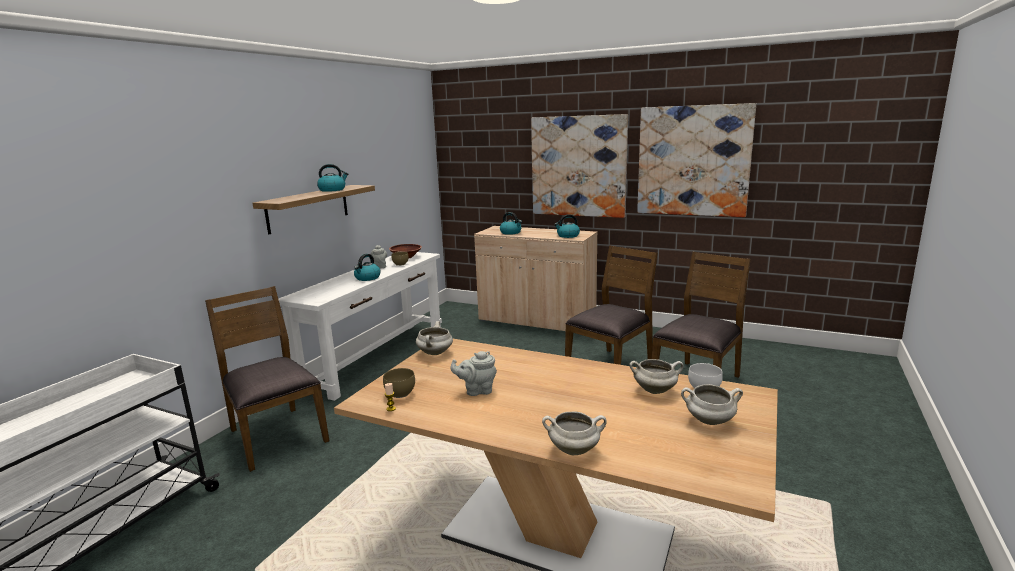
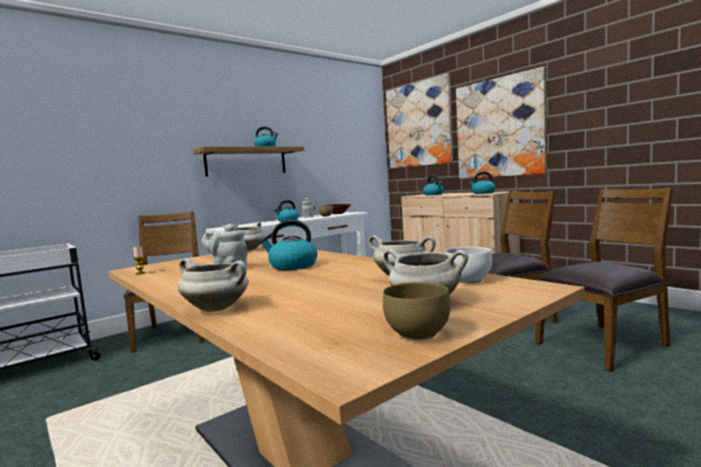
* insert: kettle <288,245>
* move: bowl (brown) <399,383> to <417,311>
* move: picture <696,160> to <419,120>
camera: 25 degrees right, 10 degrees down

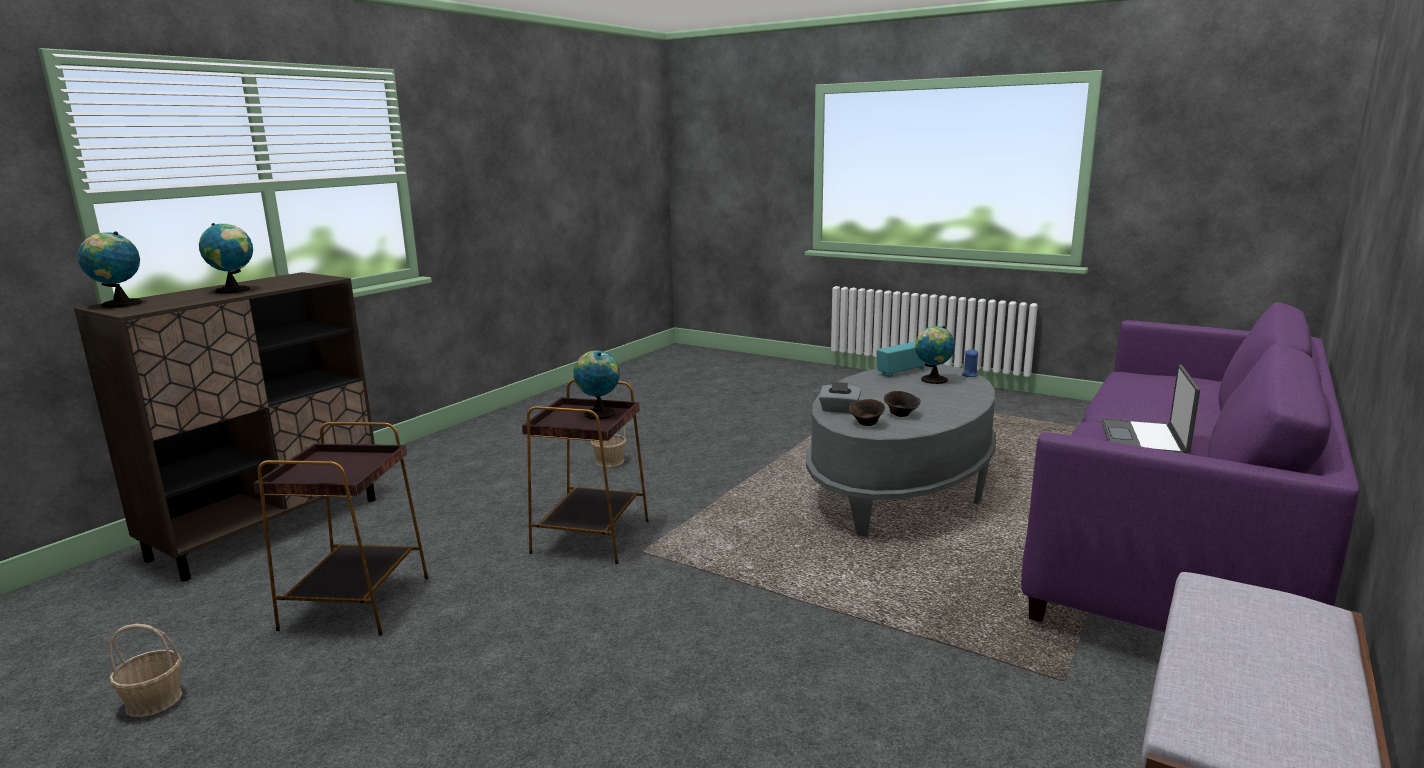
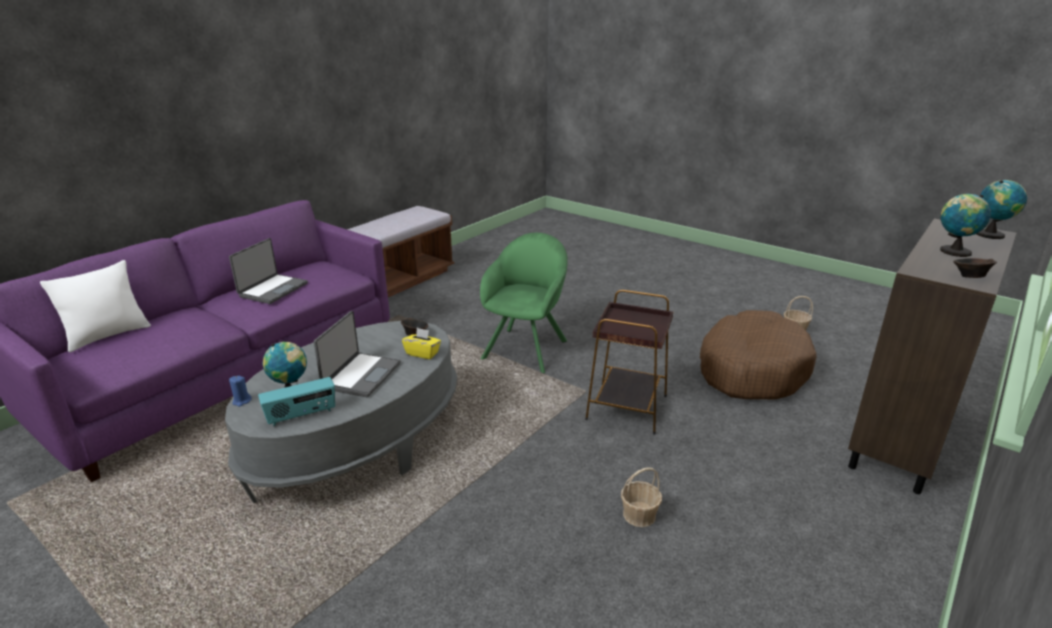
* insert: pillow (white) <95,306>
* insert: laptop <357,354>
* recolor: tissue box (grey) <840,397> to tissue box (yellow) <421,343>
* insert: armchair (green) <524,303>
* replace: side table (brown) <340,528> to dog bed (brown) <758,354>
* move: bowl (brown) <902,404> to <975,268>
* delete: globe <597,385>
camera: 175 degrees left, 10 degrees up

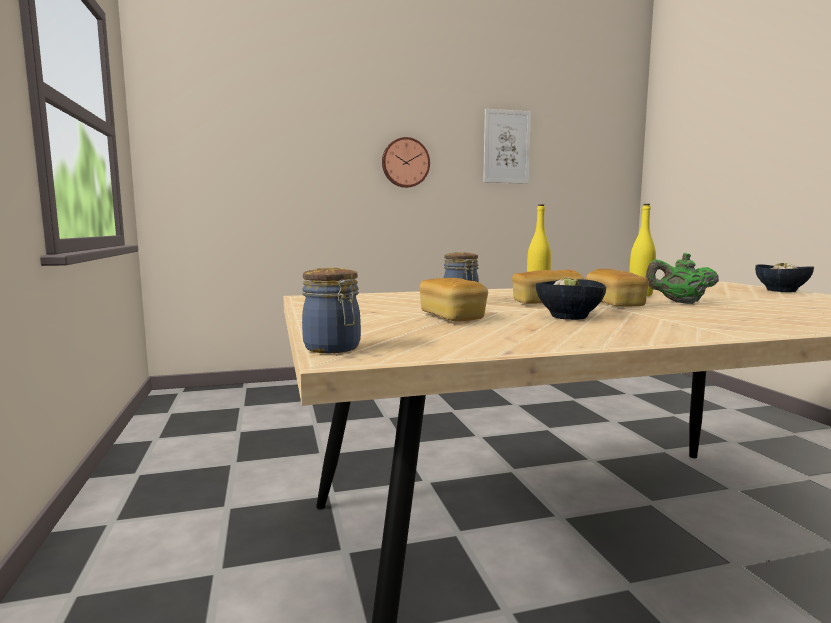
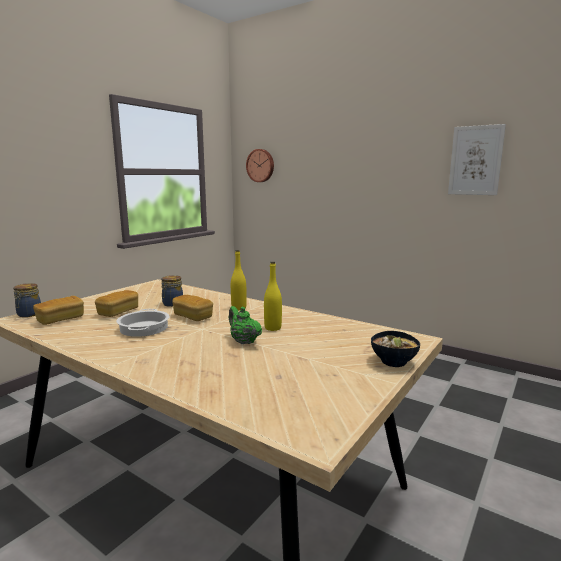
* move: bread <617,288> to <58,310>
* replace: bowl <571,299> to cooking pot <142,323>
* move: wall clock <406,162> to <260,165>
camera: 50 degrees right, 5 degrees up

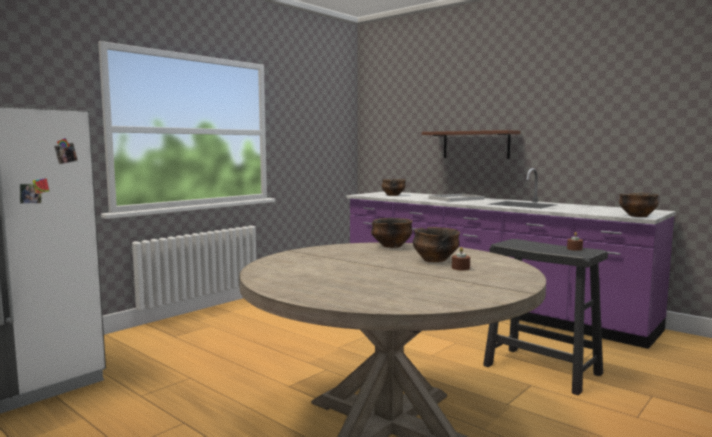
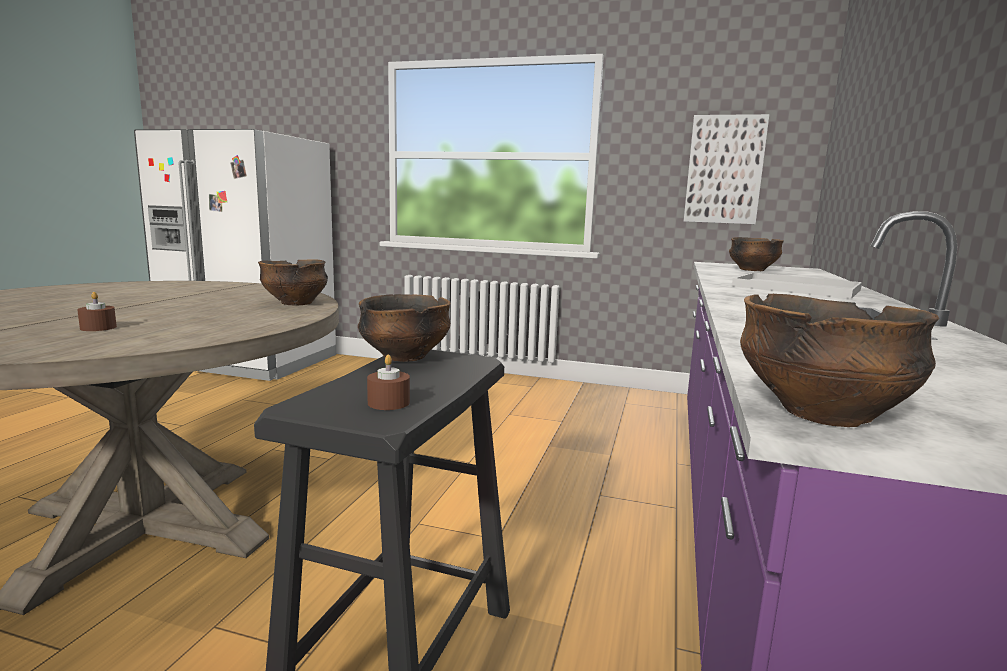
* move: bowl <436,244> to <404,328>
* insert: picture <726,169>
* delete: shelf (brown) <471,144>
camera: 65 degrees right, 5 degrees up

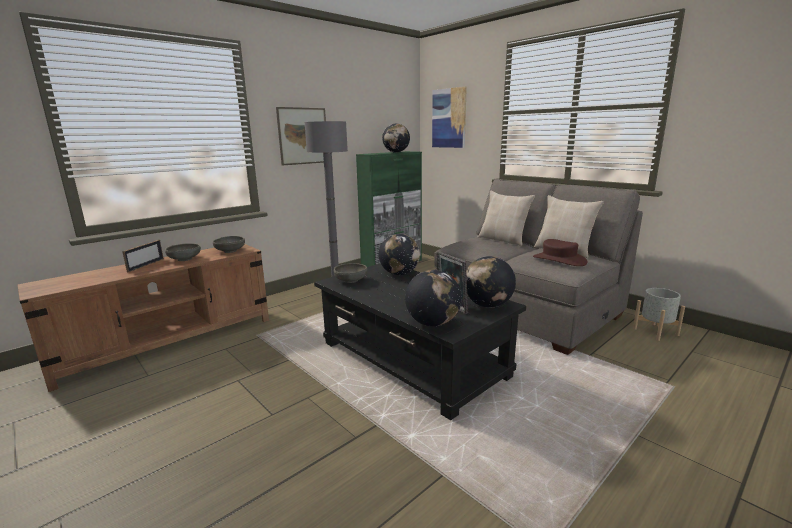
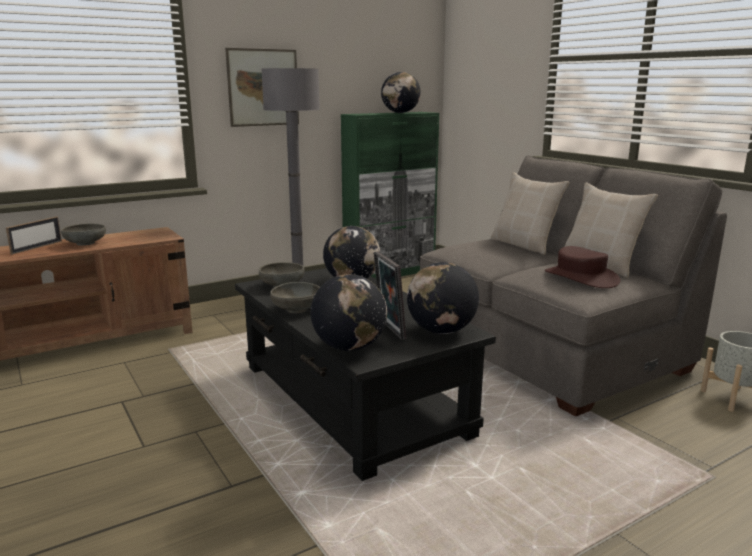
* move: bowl (grey) <229,244> to <295,297>
* delete: picture <449,117>
camera: 10 degrees right, 0 degrees up

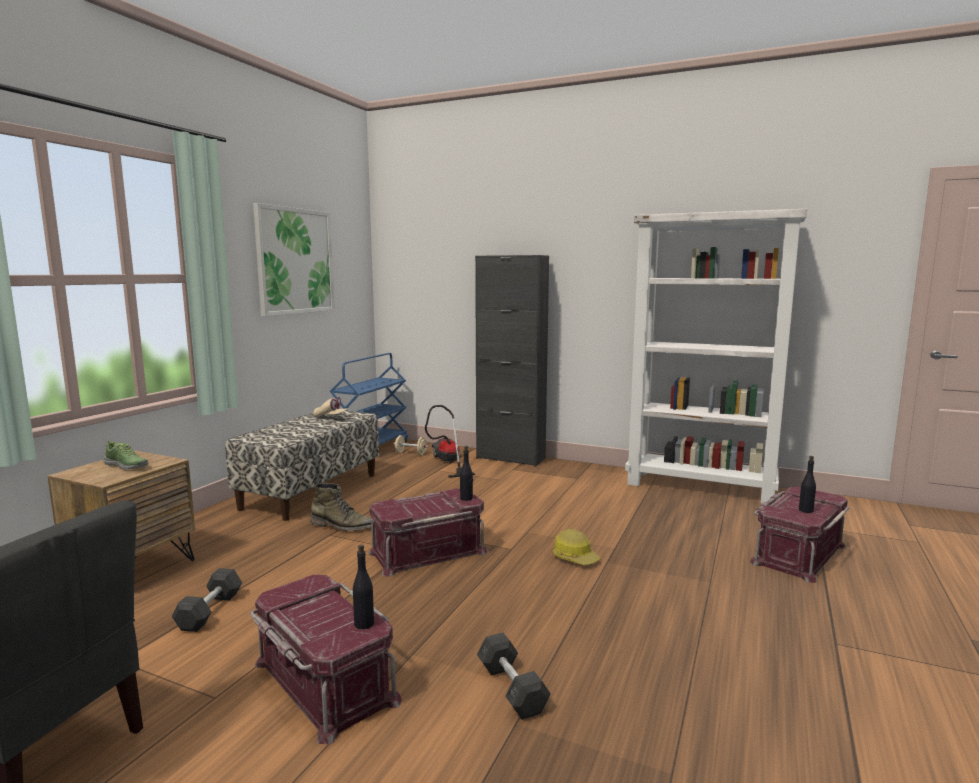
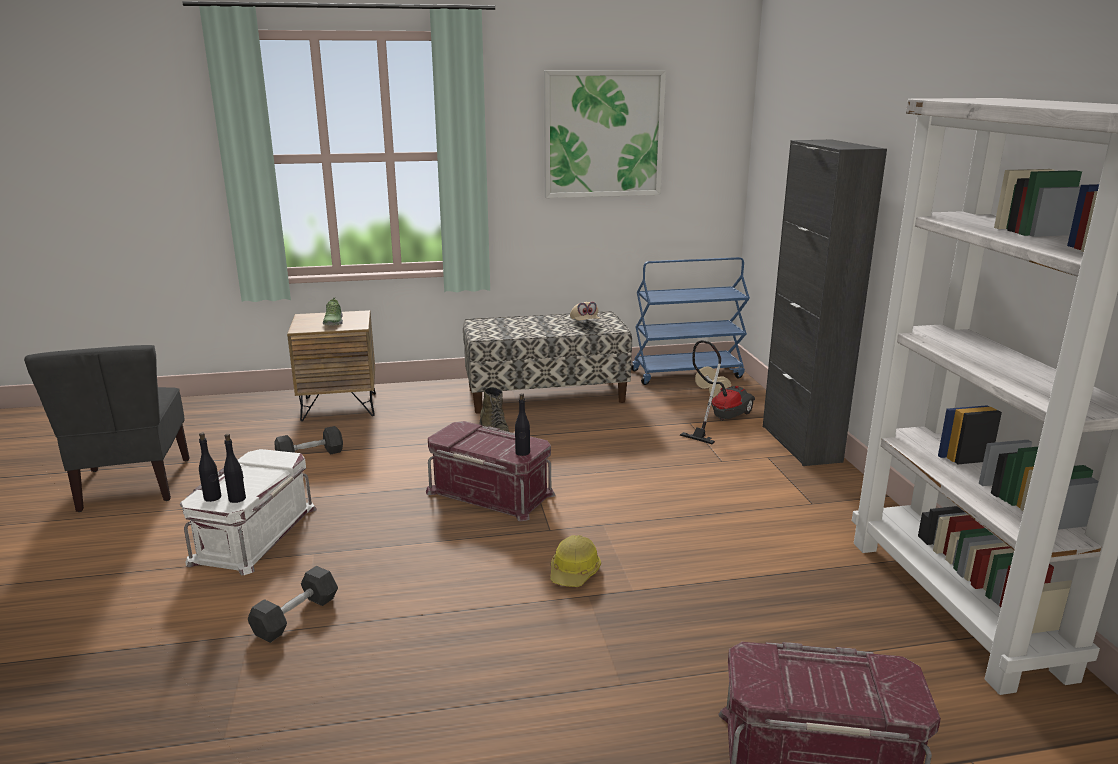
* recolor: storage box (red) <326,659> to storage box (white) <248,512>
* move: bottle (black) <807,484> to <210,467>
camera: 55 degrees right, 10 degrees up

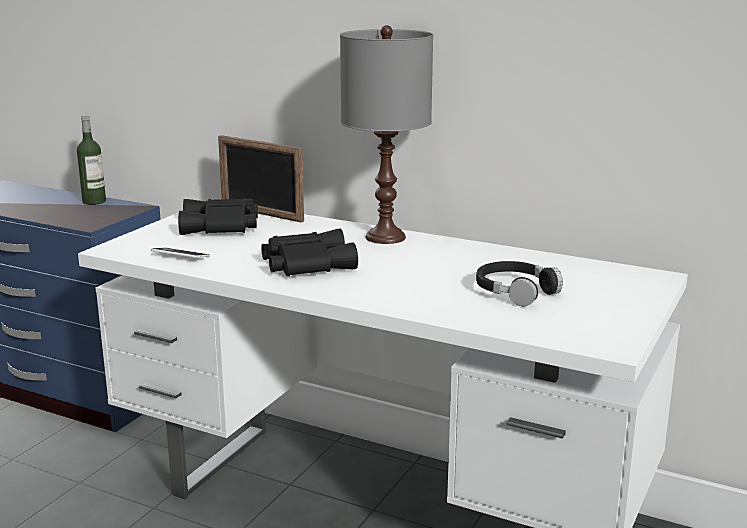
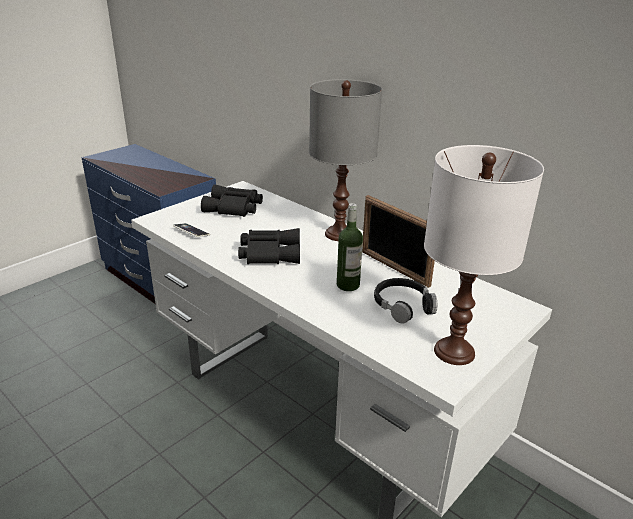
* move: bottle <91,160> to <350,247>
* move: picture frame <261,179> to <398,241>
* insert: table lamp (white) <484,255>
camera: 15 degrees right, 10 degrees up

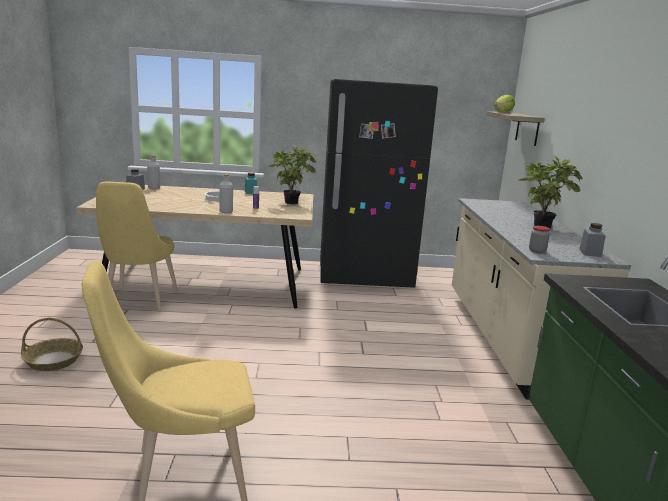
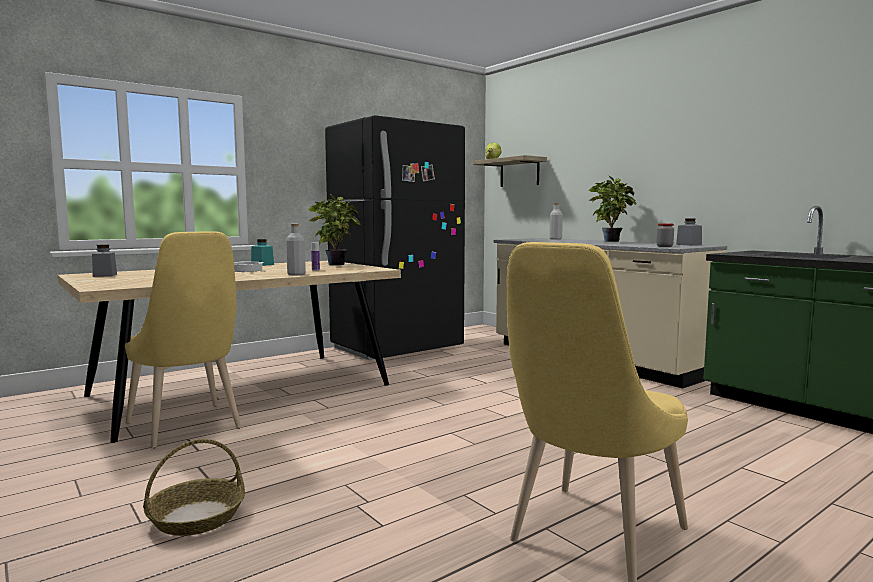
* move: bottle (grey) <153,172> to <556,221>
camera: 35 degrees left, 10 degrees down

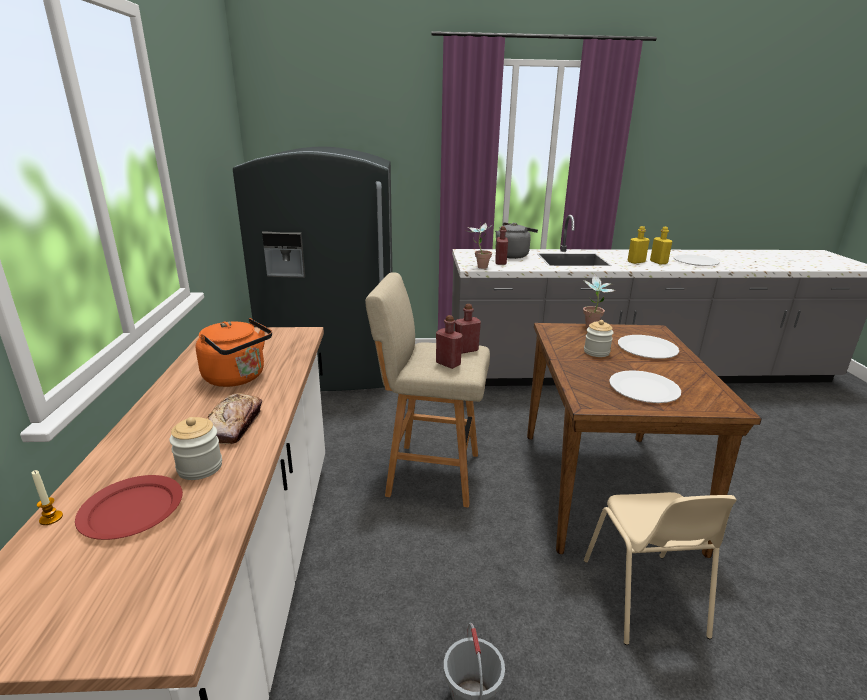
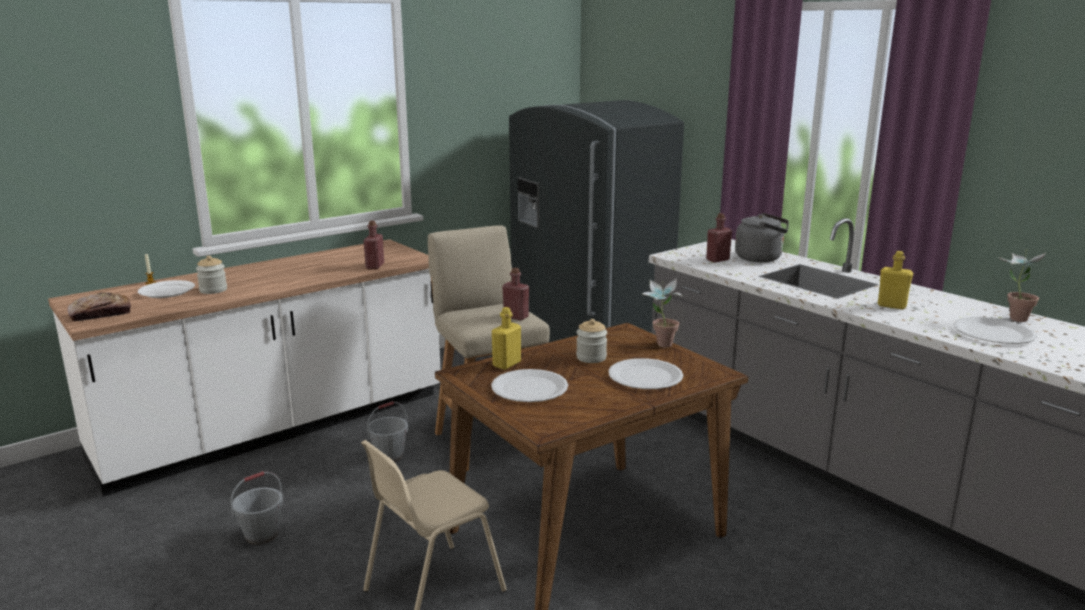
* move: bread <234,418> to <99,307>
* recolor: plate (red) <129,507> to plate (white) <166,289>
* move: bottle (red) <449,342> to <373,245>
* insert: bucket (grey) <387,431>
* move: bottle (yellow) <661,246> to <506,338>
* move: potted plant <480,245> to <1021,285>
* delete: kettle (orange) <234,352>
camera: 55 degrees right, 5 degrees down

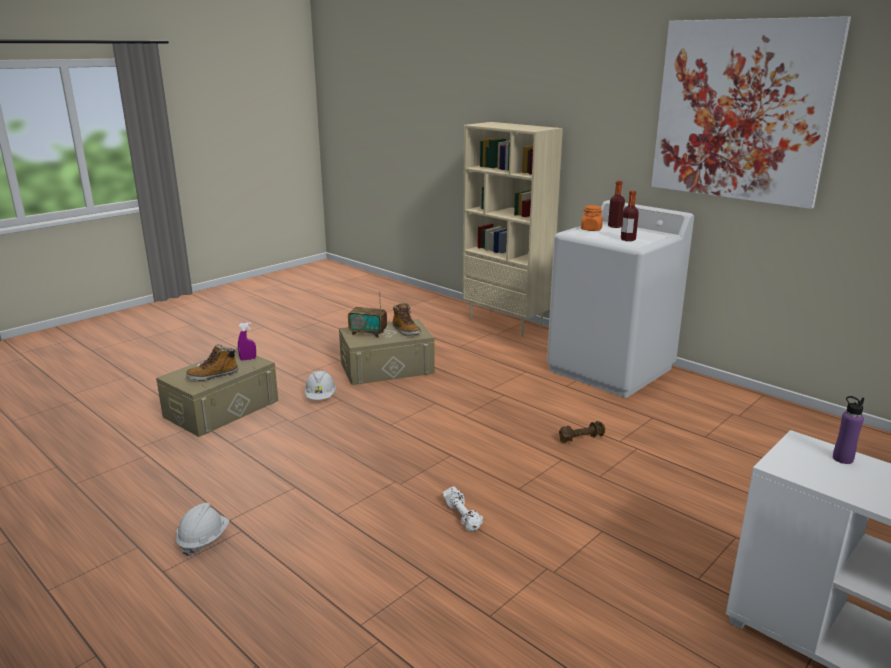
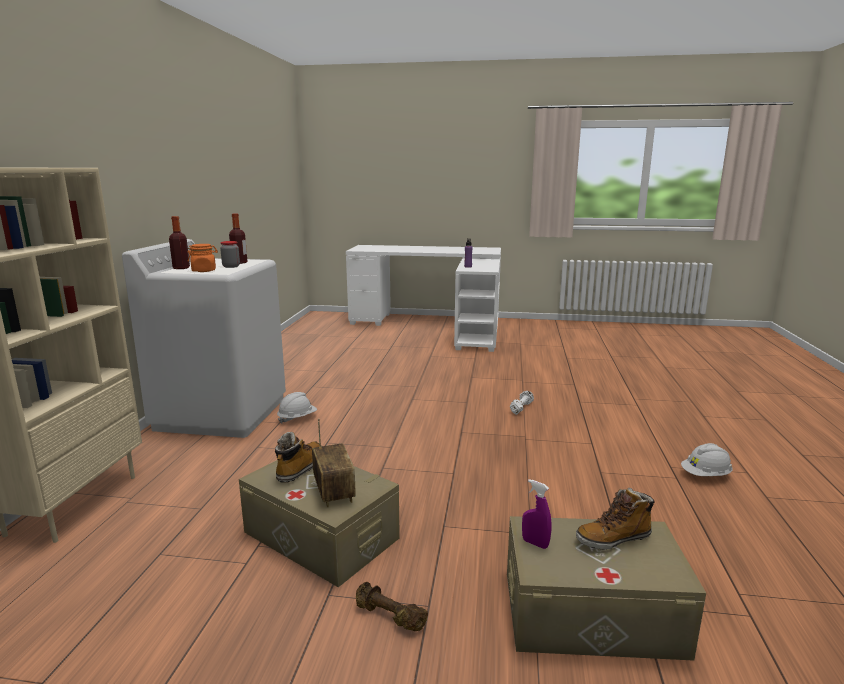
* insert: jar <230,254>
* move: hard hat (white) <320,385> to <297,408>
* move: dumbbell (brown) <582,432> to <392,606>
* rotate: boot <212,362> = <615,518> 135 degrees clockwise
* delete: picture <751,112>
camera: 125 degrees left, 5 degrees down

